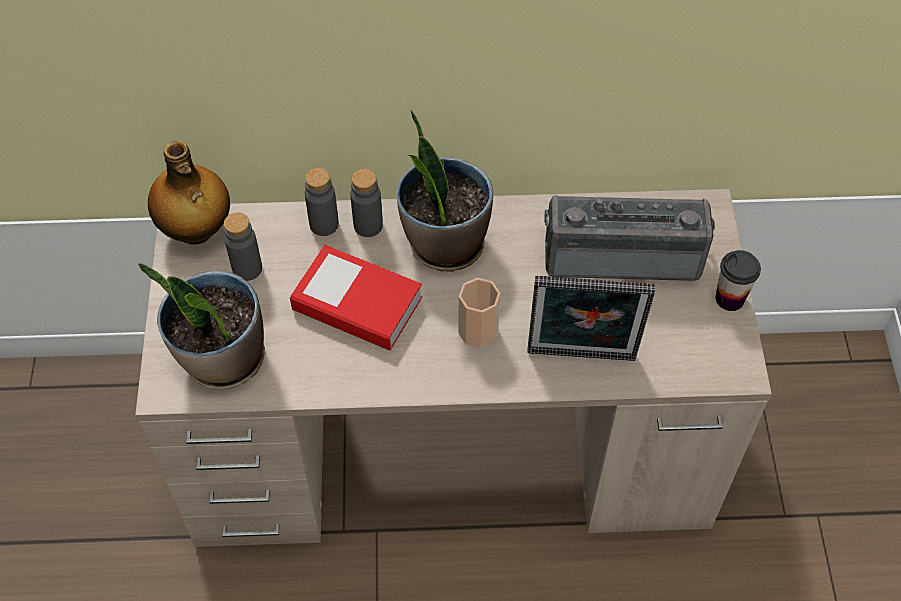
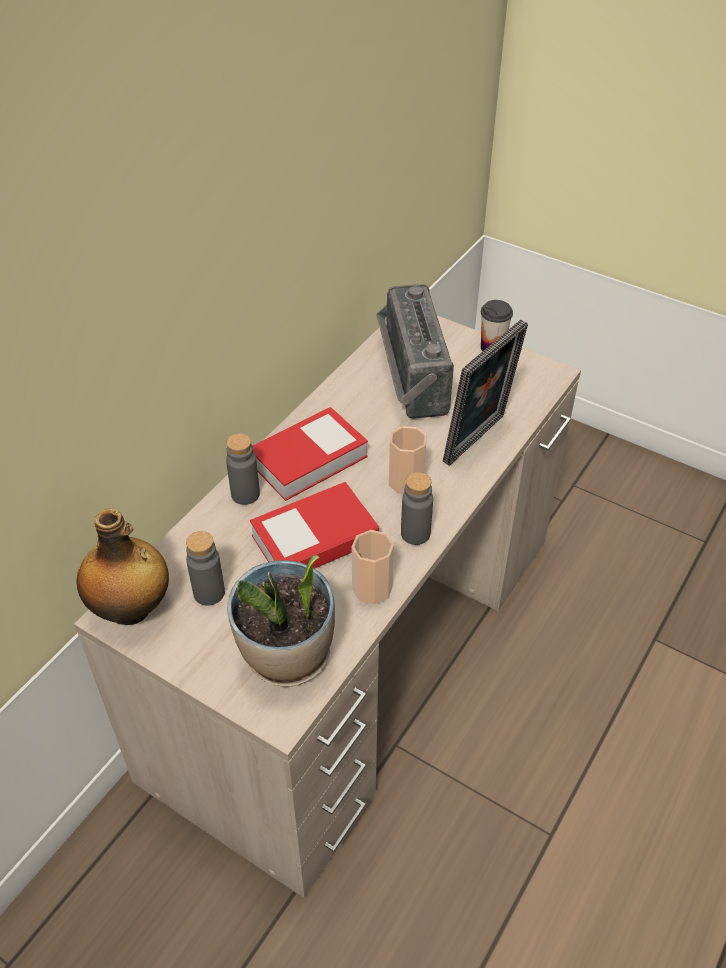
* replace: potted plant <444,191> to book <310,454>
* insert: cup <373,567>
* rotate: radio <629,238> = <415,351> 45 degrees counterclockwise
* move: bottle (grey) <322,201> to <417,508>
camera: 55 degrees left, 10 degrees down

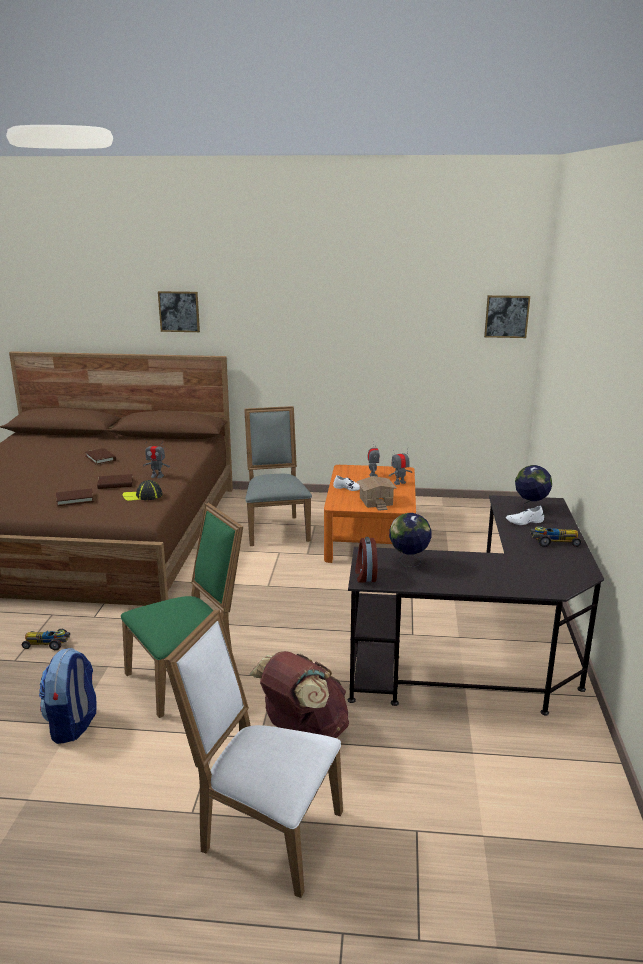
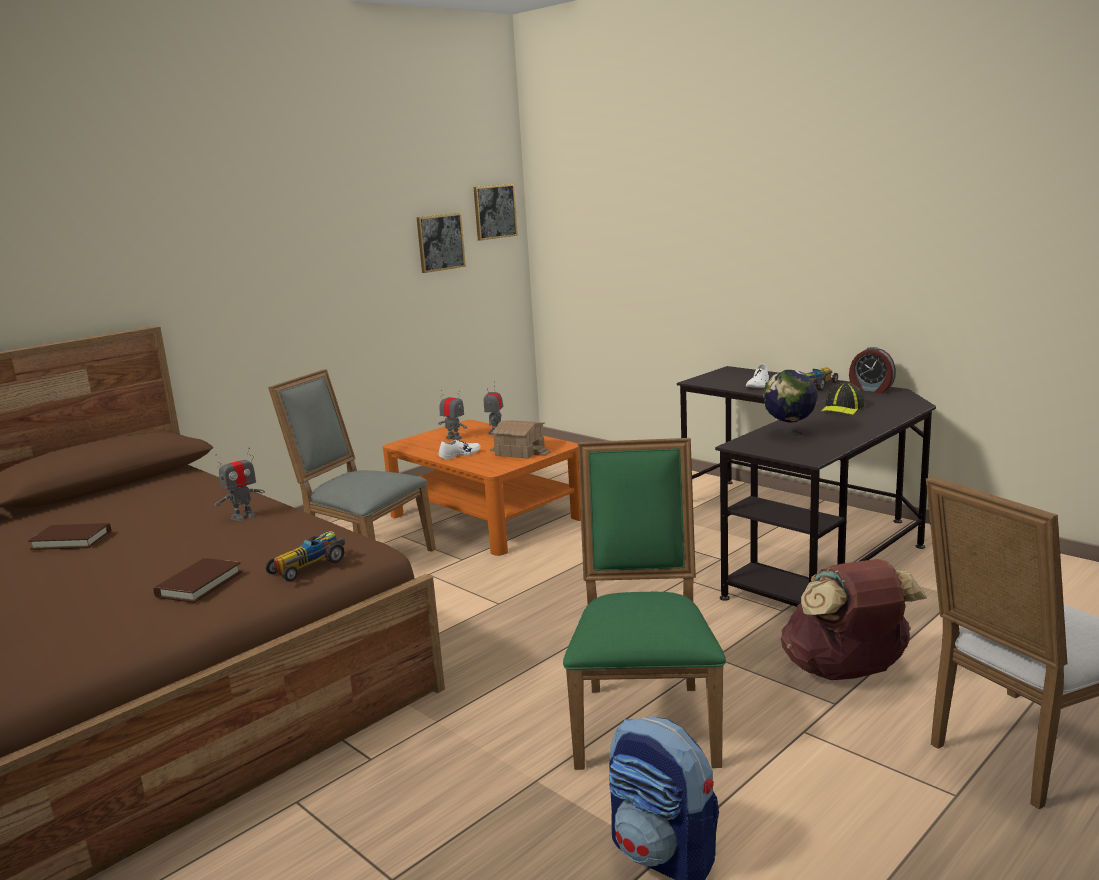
* move: toy car <46,639> to <305,556>
* move: picture <179,311> to <441,243>
* move: cap <143,490> to <843,398>
* move: alarm clock <366,560> to <872,370>
* delete: book (brown) <115,481>
* delete: globe <533,487>
camera: 50 degrees left, 5 degrees down

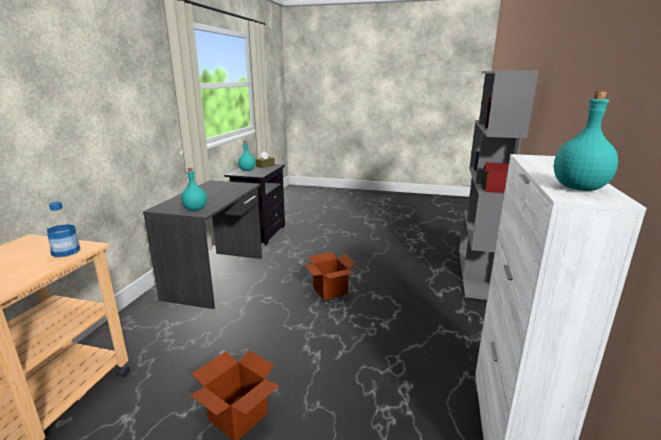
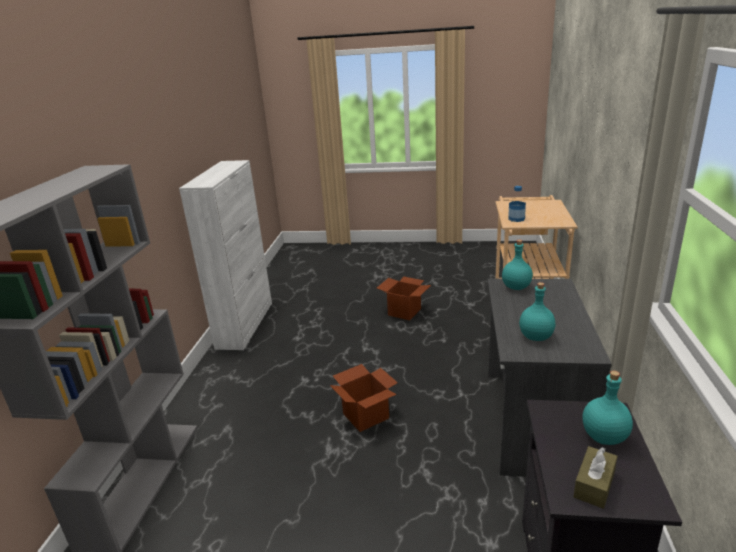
* move: bottle (turquoise) <586,141> to <537,311>
camera: 175 degrees right, 5 degrees up

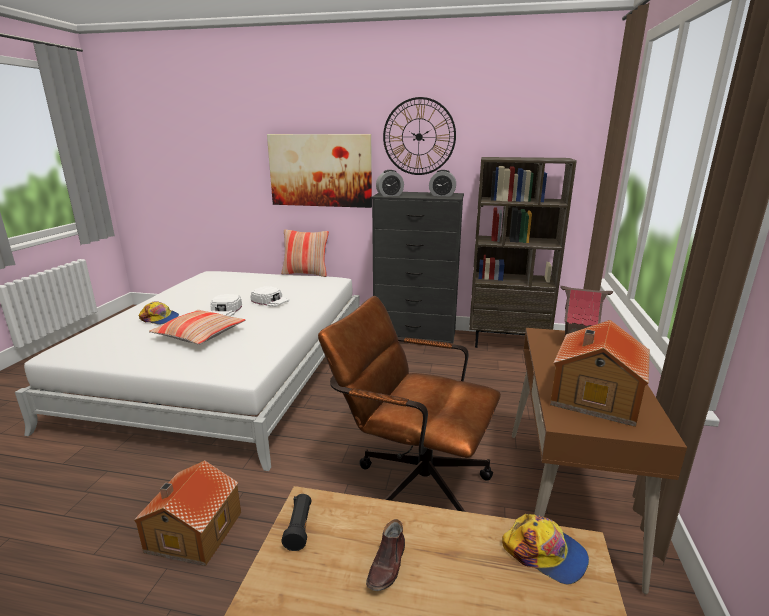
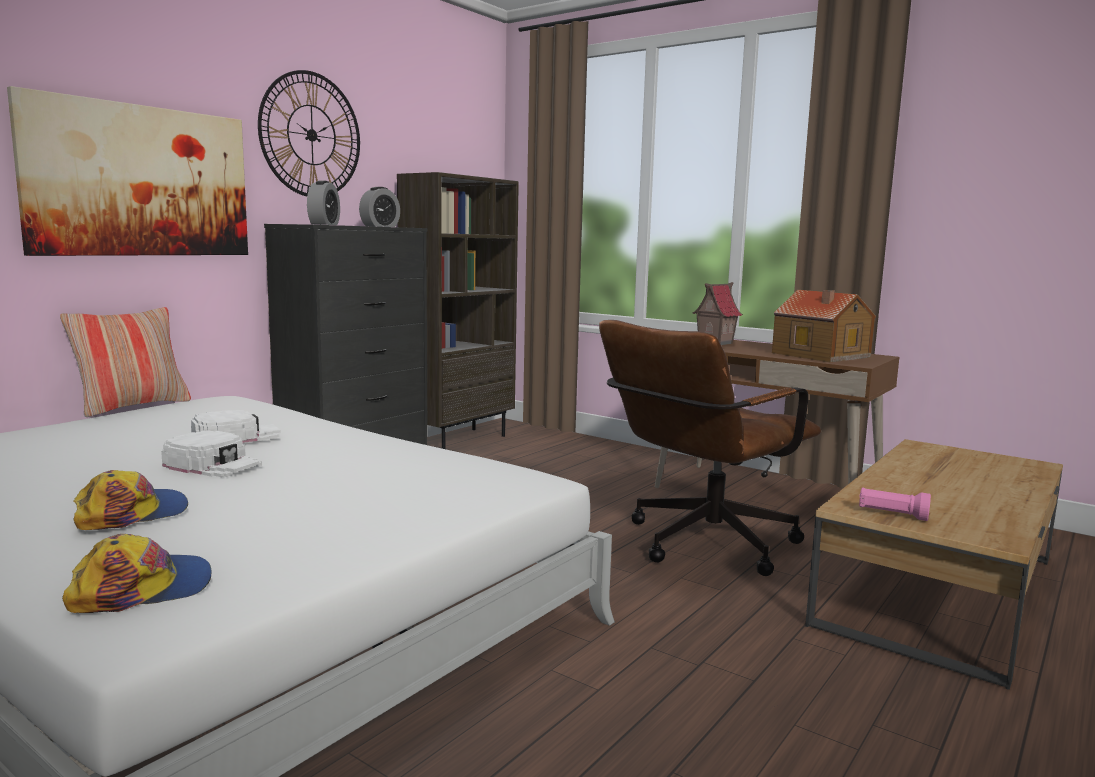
* move: cap <545,549> to <137,573>
* recolor: flashlight (black) <296,522> to flashlight (pink) <895,504>
* delete: toy house <187,513>
* delete: pillow <197,327>
* delete: shoe (brown) <385,555>
camera: 65 degrees left, 10 degrees down

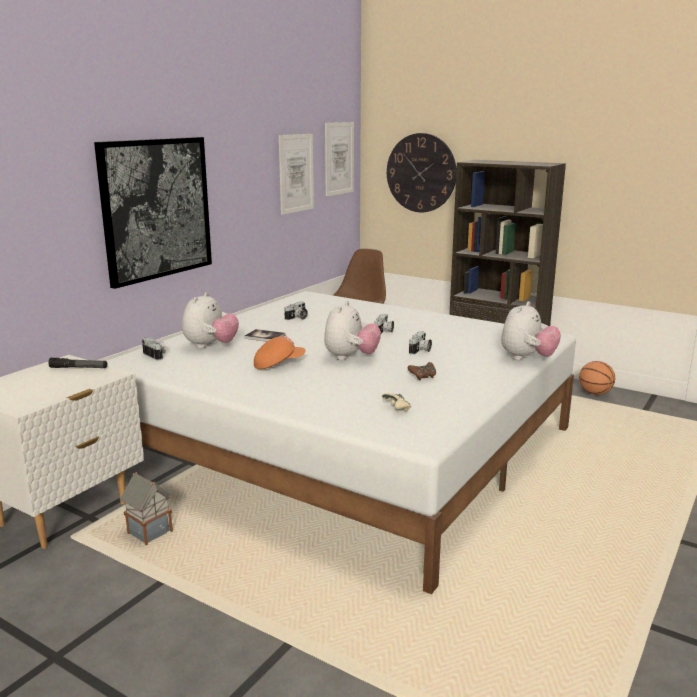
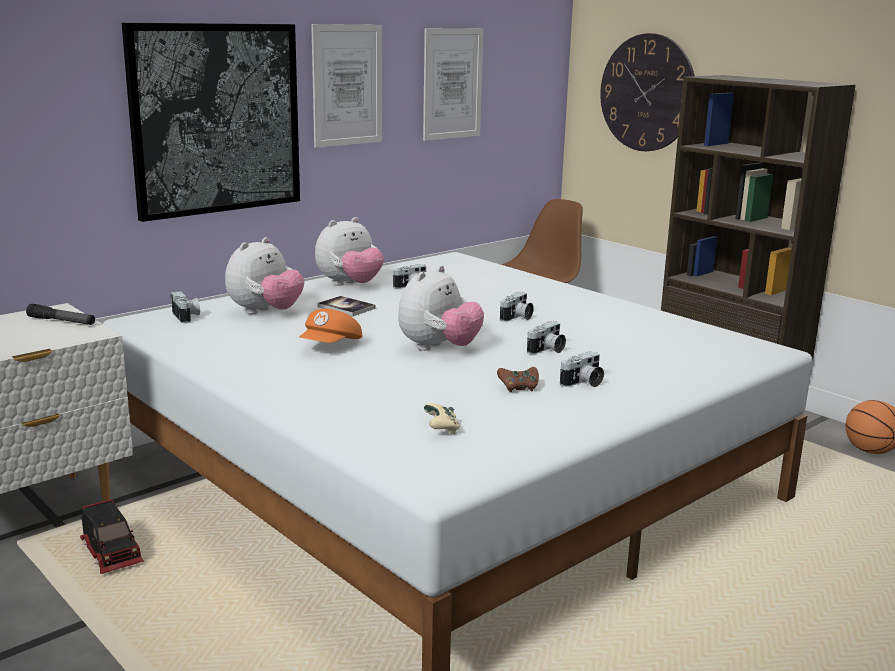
* replace: toy house <146,508> to toy truck <112,536>
* rotate: cap (orange) <279,353> = <331,326> 120 degrees clockwise
* move: picture <339,159> to <346,86>
* move: plush toy <531,330> to <349,251>
* insert: photo camera <582,369>
camera: 15 degrees right, 0 degrees up

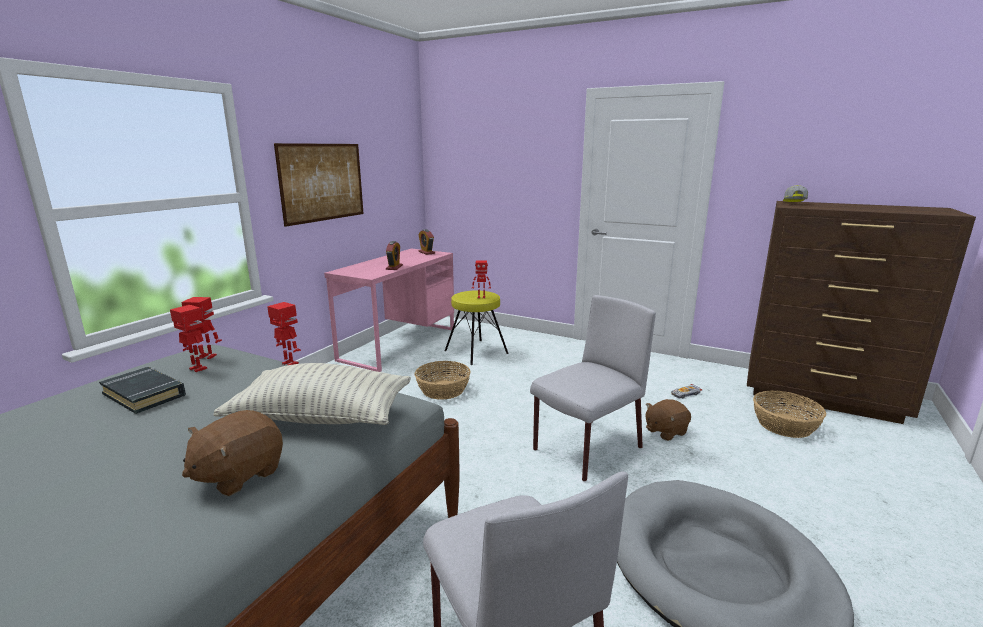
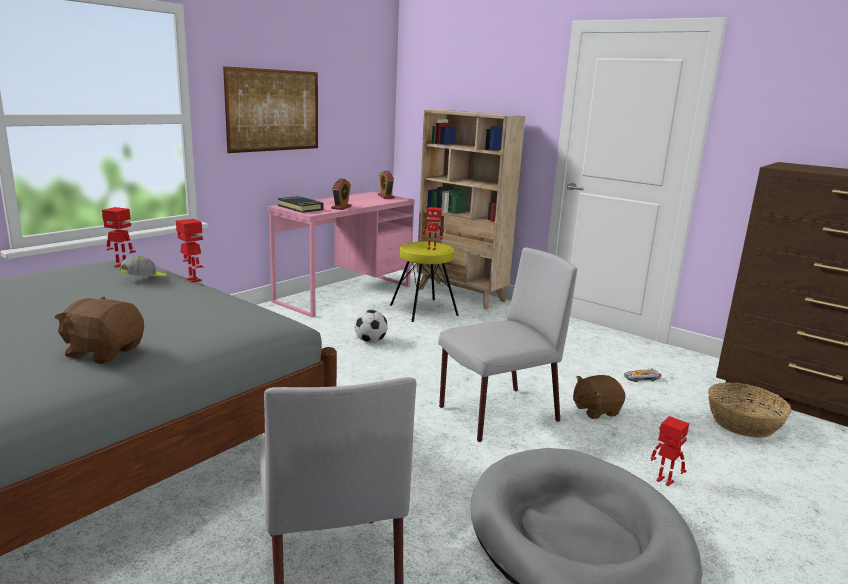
* rotate: plush toy (brown) <232,453> = <99,330> 60 degrees clockwise
* move: cap <795,193> to <143,265>
* move: book (black) <142,390> to <300,204>
* replace: basket <442,380> to football <371,326>
* insert: bookcase (beige) <471,209>
* move: toy robot <189,338> to <670,451>
* delete: pillow <312,394>
camera: 10 degrees right, 0 degrees up

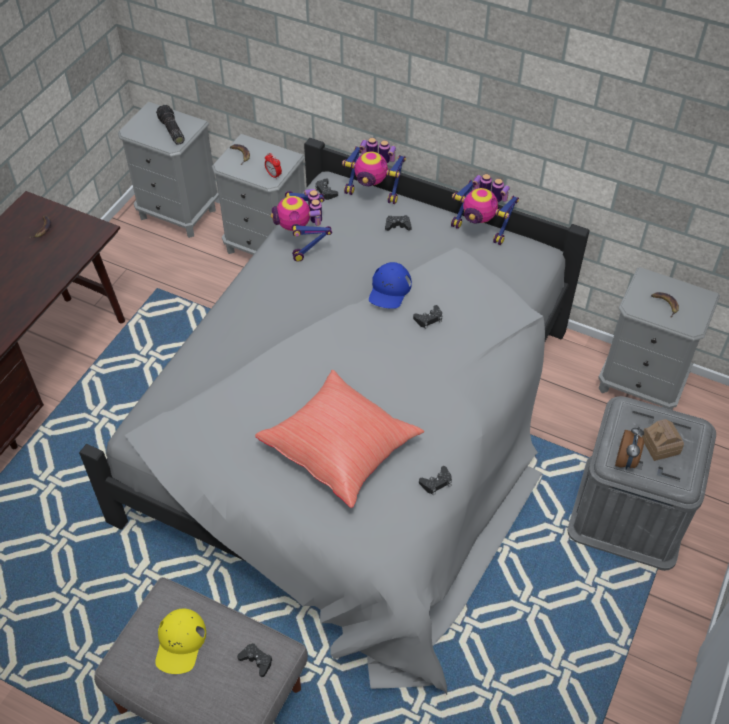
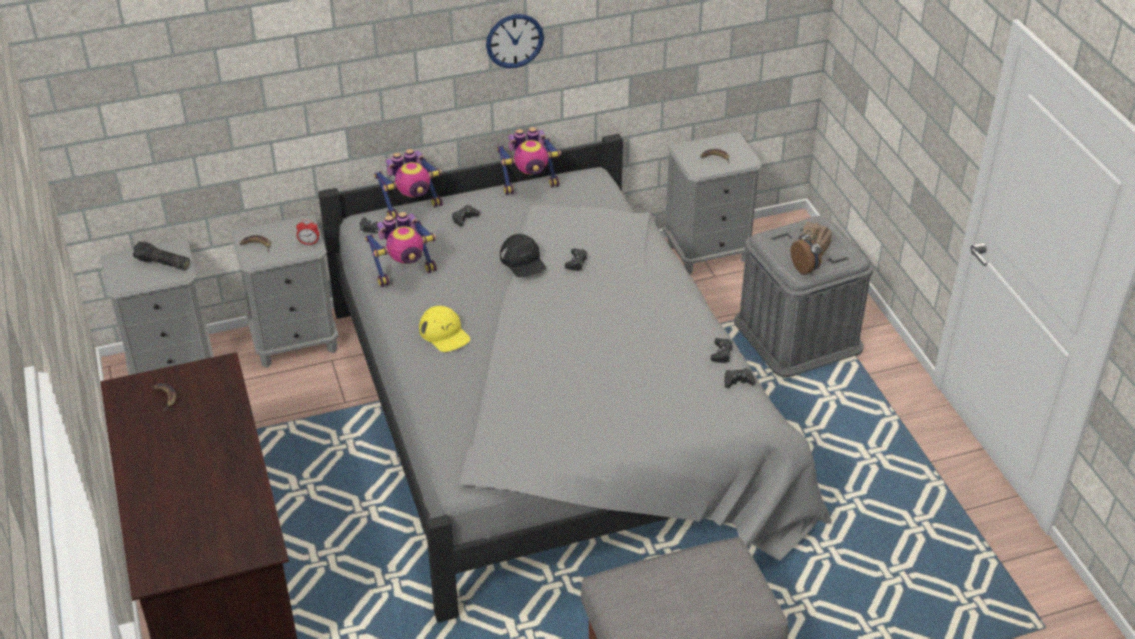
* rotate: toy robot <301,225> = <401,249> 60 degrees counterclockwise
* move: cap (yellow) <180,641> to <444,329>
* insert: wall clock <515,41>
* recolor: cap (blue) <390,285> to cap (black) <523,255>
* move: game controller (black) <255,660> to <740,378>
* delete: pillow (red) <339,439>
camera: 45 degrees left, 10 degrees down

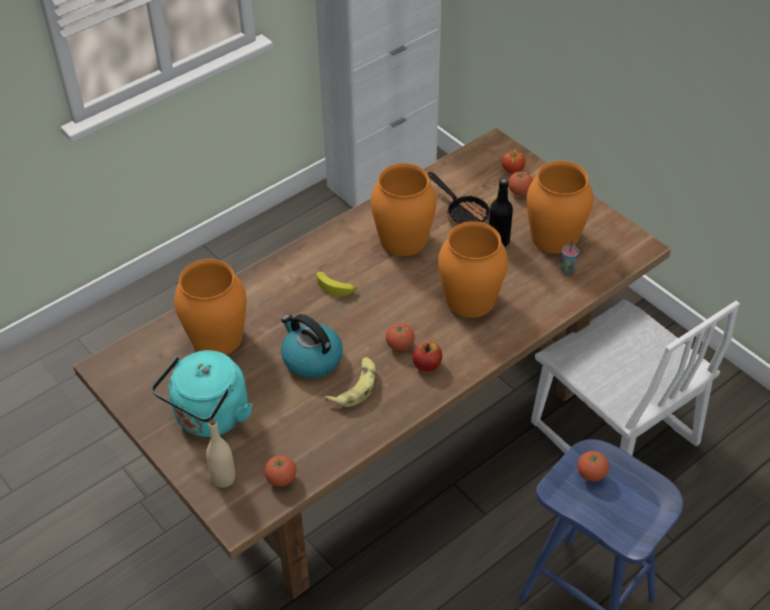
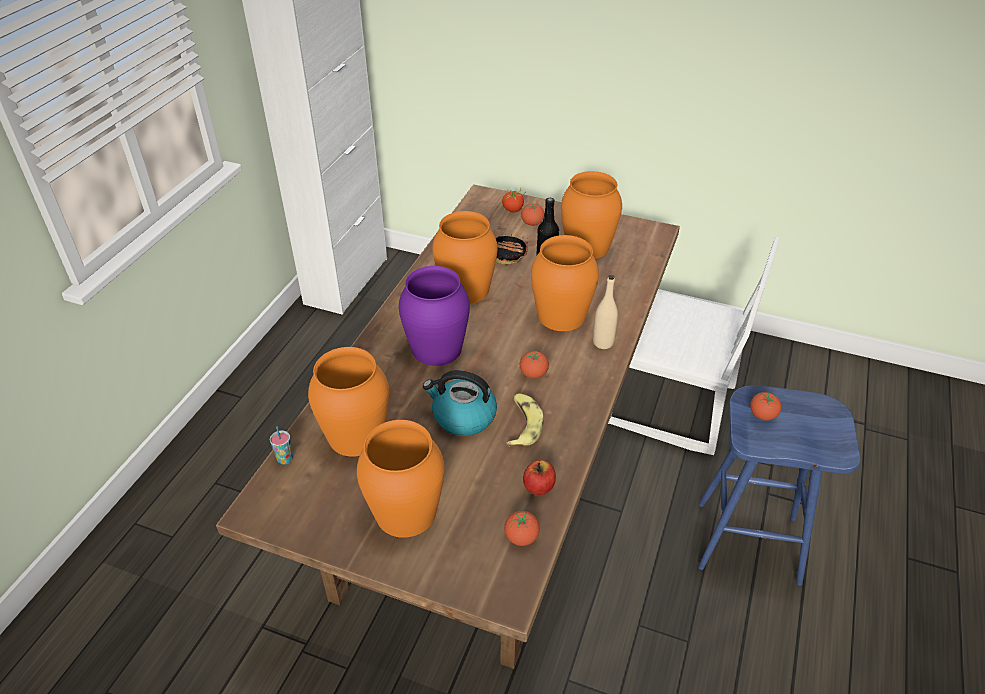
* move: cup <570,257> to <281,445>
* replace: kettle (turquoise) <202,393> to vase (orange) <401,479>
* replace: banana <337,283> to vase (purple) <434,316>
* move: apple <427,357> to <539,477>
* move: bottle (beige) <220,453> to <605,312>
camera: 30 degrees left, 5 degrees down

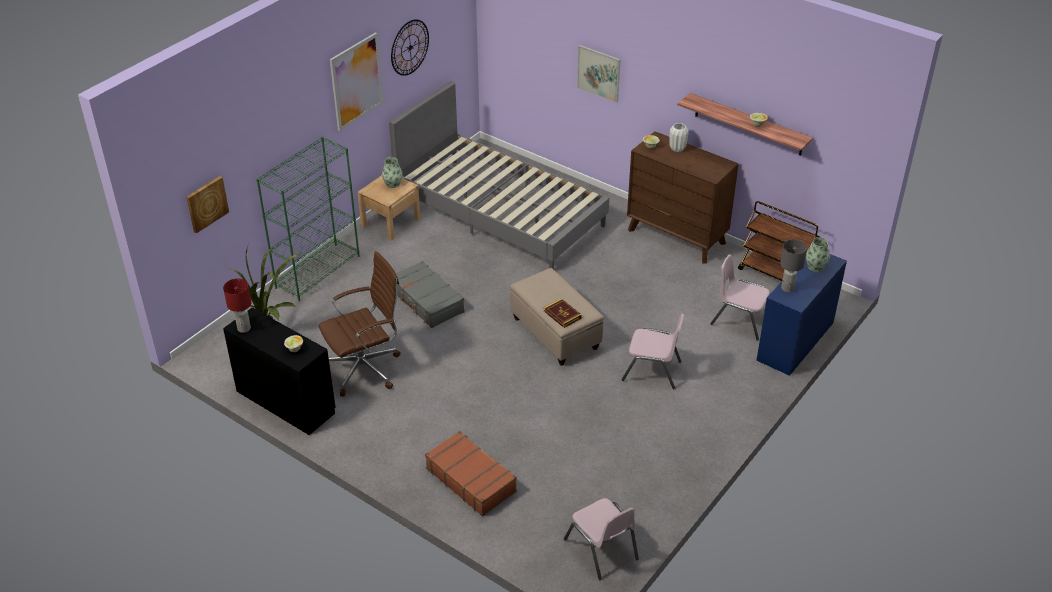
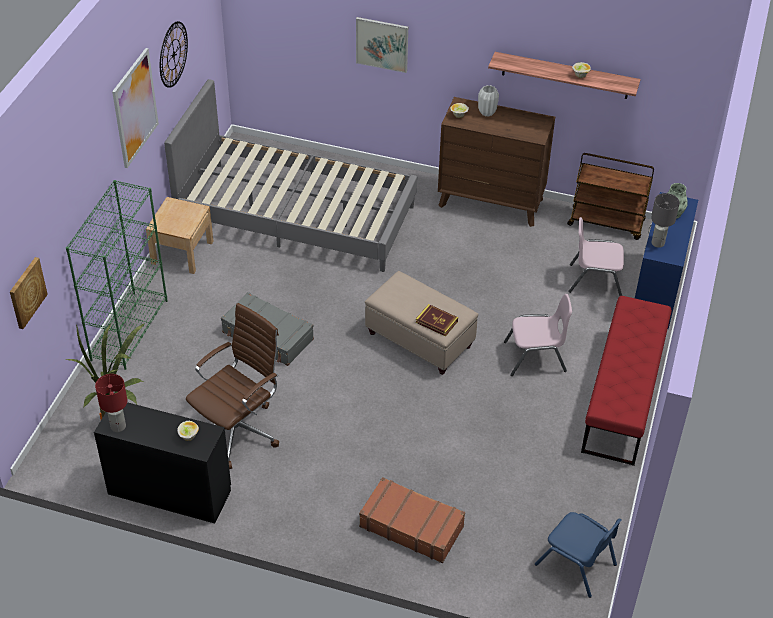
* recolor: chair (pink) <601,539> to chair (blue) <578,555>
* insert: bench (red) <626,381>
* delete: vase <392,172>
camera: 20 degrees left, 5 degrees up

